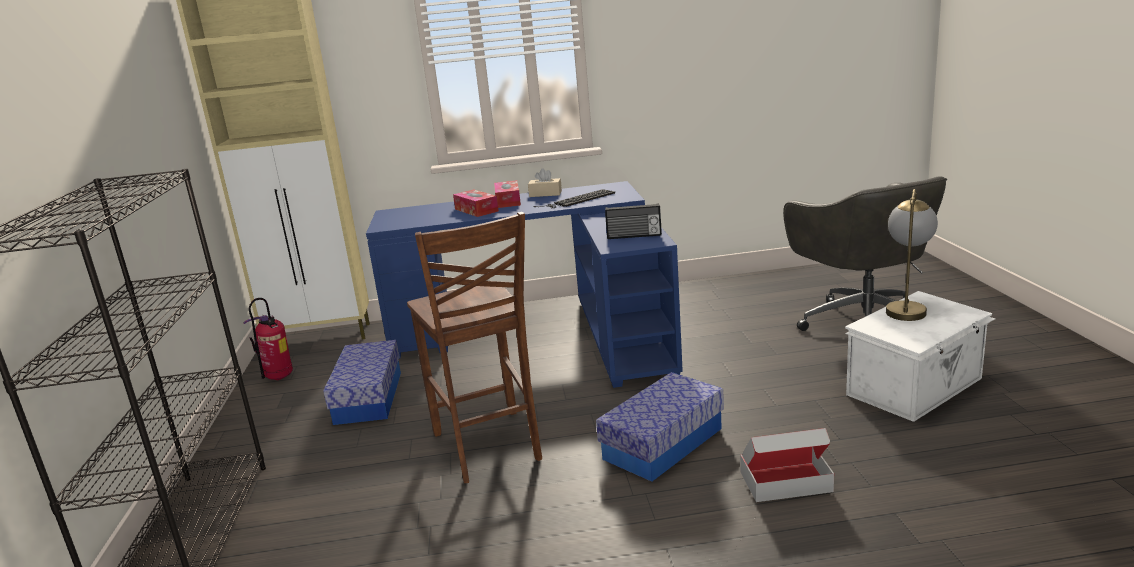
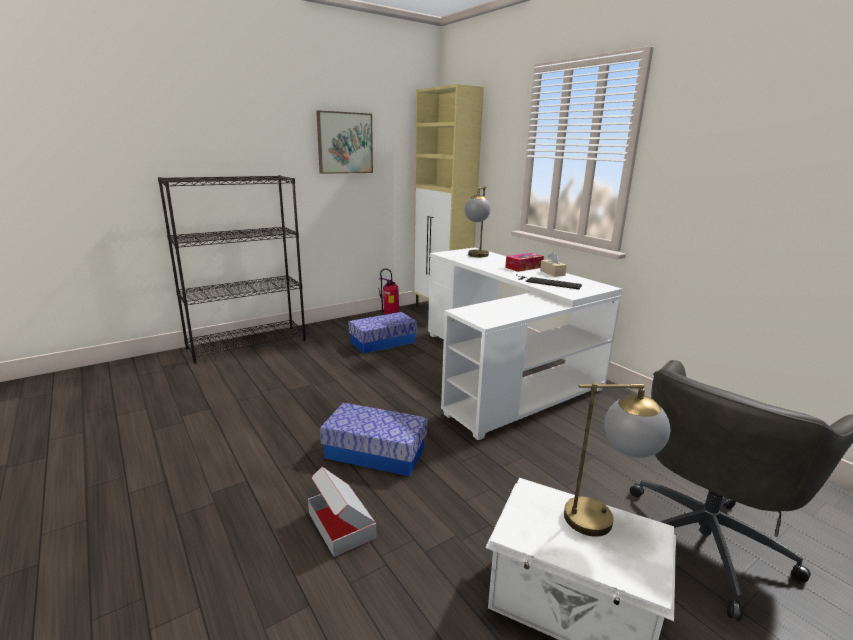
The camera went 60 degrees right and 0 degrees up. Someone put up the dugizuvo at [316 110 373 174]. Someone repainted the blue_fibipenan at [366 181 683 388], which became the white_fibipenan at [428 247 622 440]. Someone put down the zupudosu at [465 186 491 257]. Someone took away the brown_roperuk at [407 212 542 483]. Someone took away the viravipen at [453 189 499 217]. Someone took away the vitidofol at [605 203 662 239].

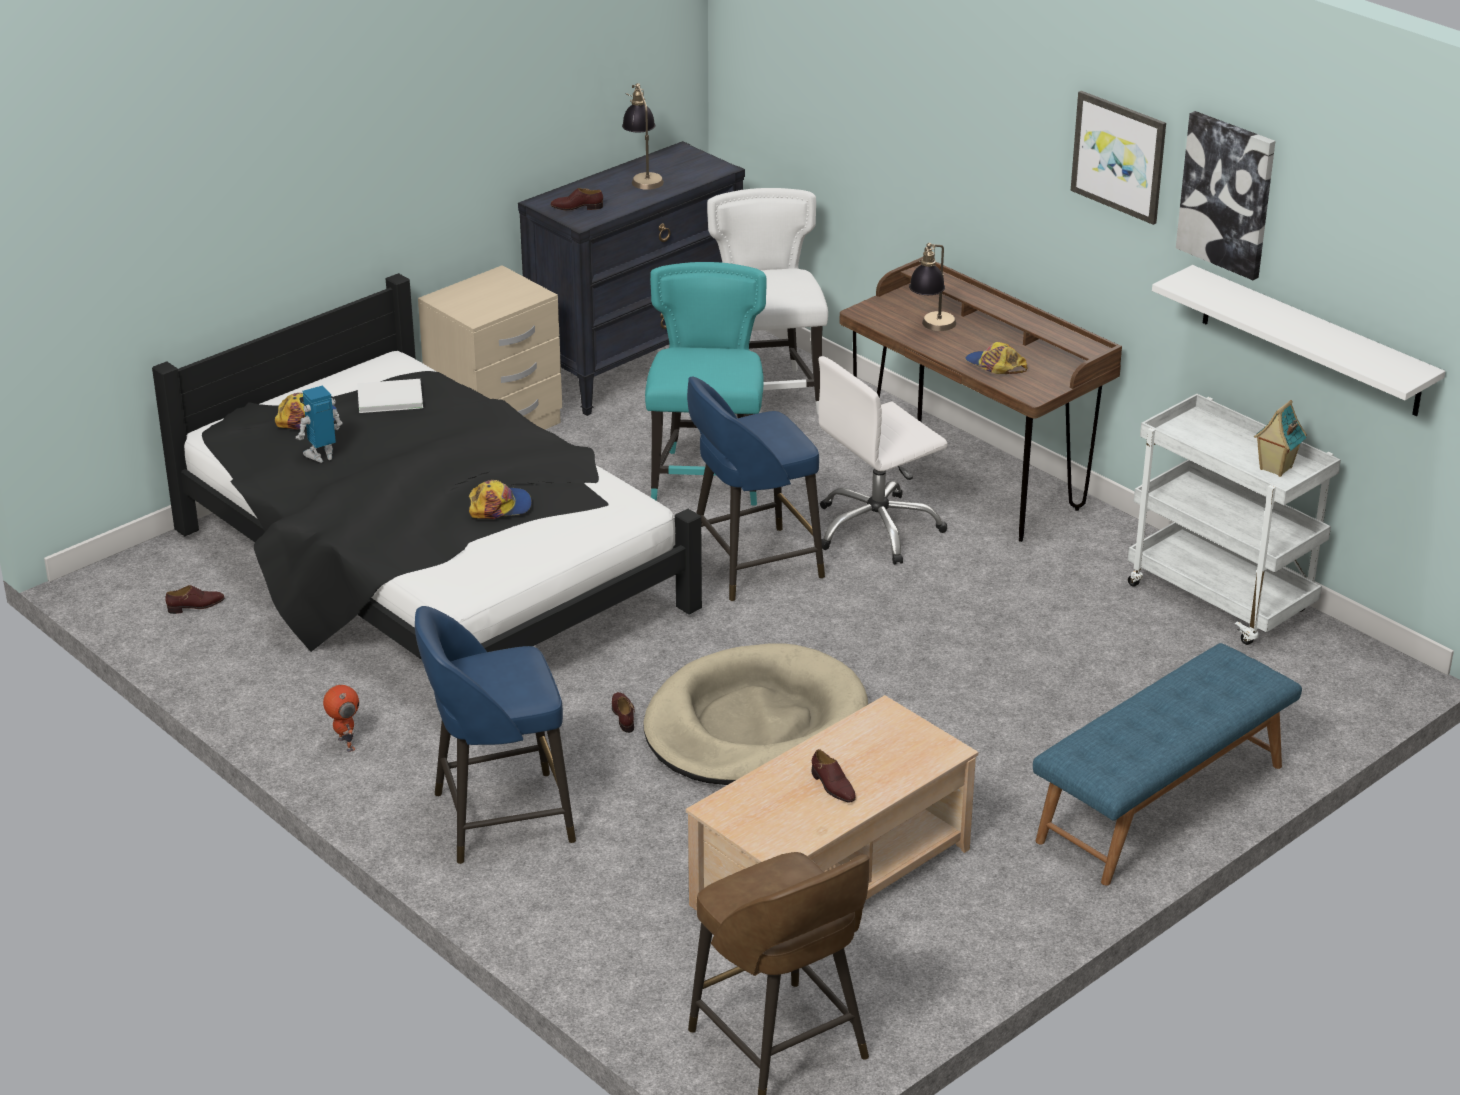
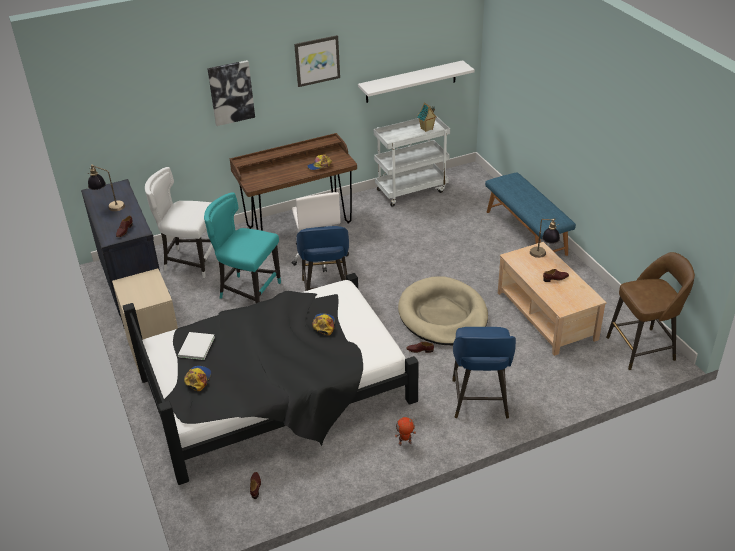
The camera went 70 degrees left and 5 degrees up. Someone carried the dugizuvo from [1176 111 1275 280] to [207 60 255 126]. Someone carried the zupudosu from [909 243 956 331] to [530 218 560 258]. Someone took away the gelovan at [296 385 343 463].

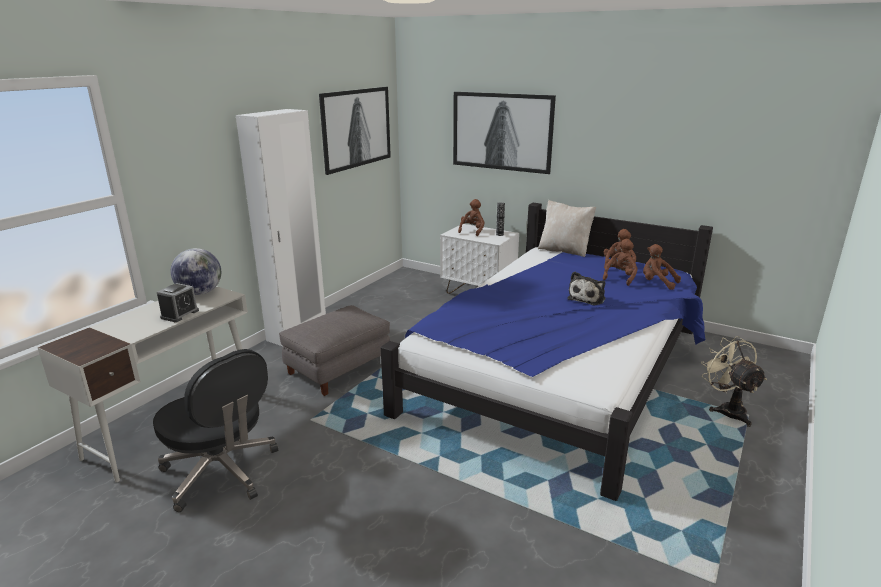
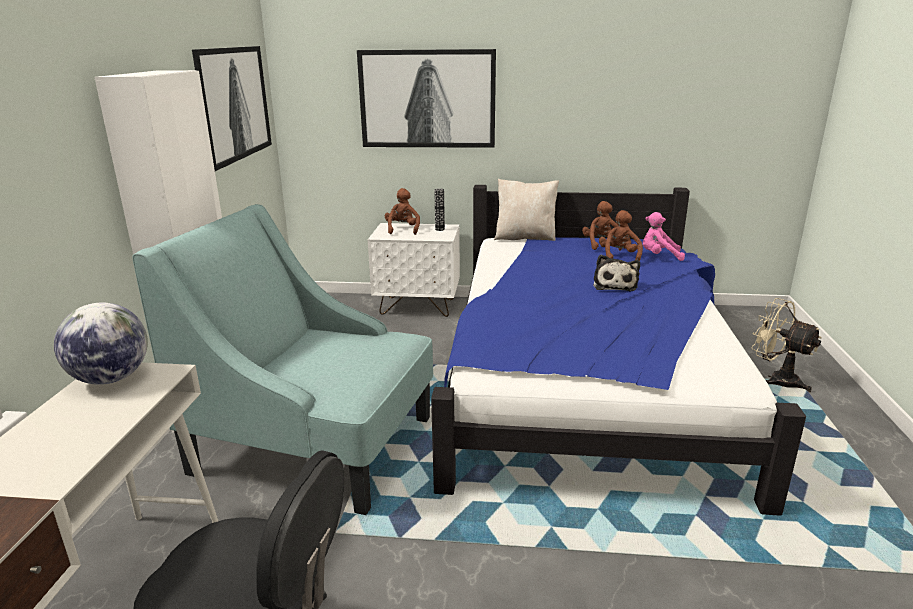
The camera went 25 degrees left and 0 degrees up. Someone swapped the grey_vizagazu at [279 305 390 396] for the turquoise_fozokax at [132 204 433 515]. Someone repainted the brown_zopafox at [643 244 681 290], which became the pink_zopafox at [643 212 685 261]. Someone took away the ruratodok at [157 283 199 322].

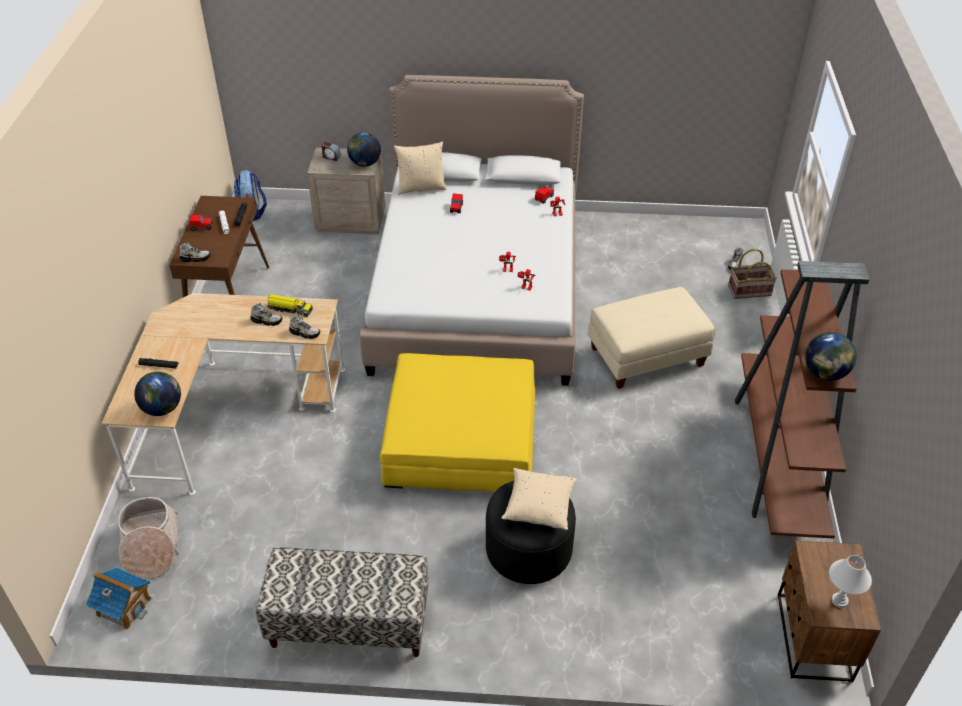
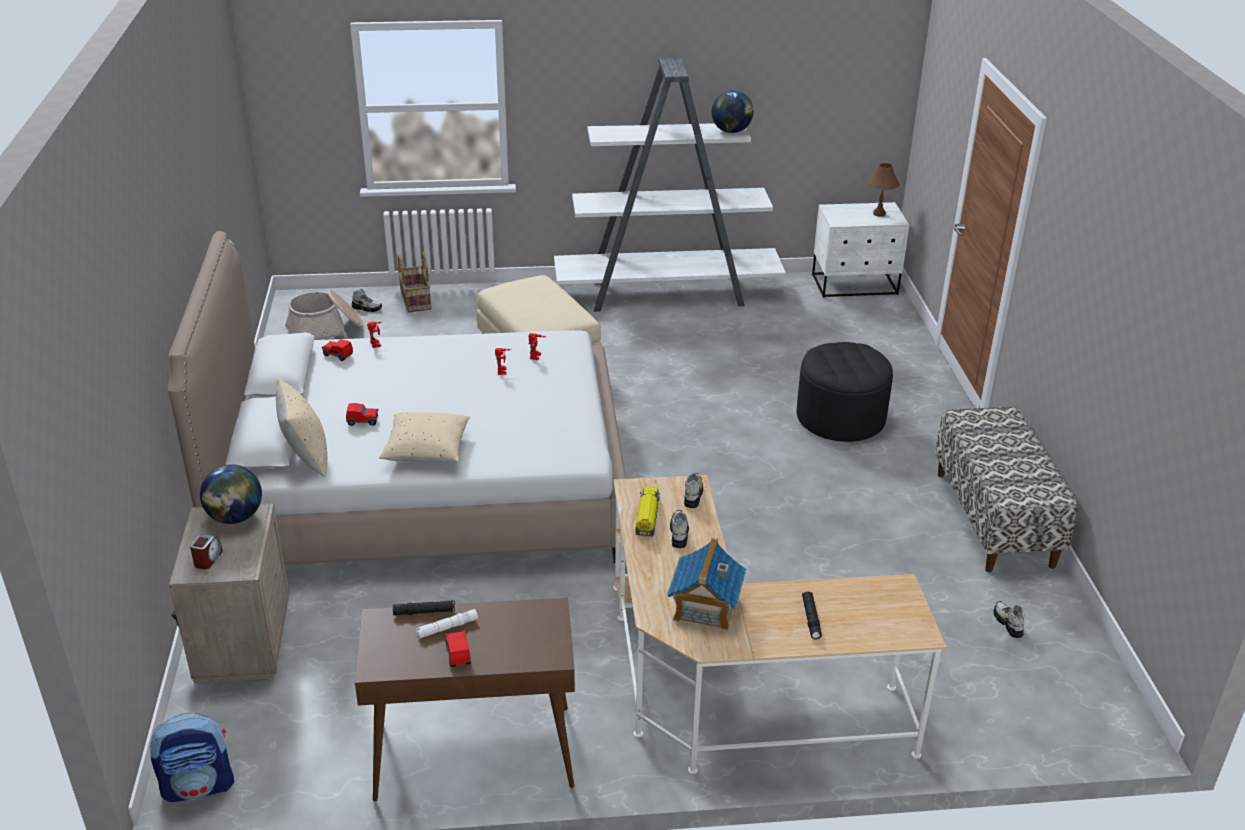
The camera went 100 degrees left and 10 degrees down. Someone carried the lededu from [118 497 180 579] to [285 290 364 340]. Someone carried the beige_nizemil from [502 468 577 530] to [379 412 470 462]. Someone repainted the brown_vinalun at [735 261 869 539], which became the white_vinalun at [554 57 786 312]. Someone carried the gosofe from [86 568 152 630] to [667 538 746 630]. Someone repainted the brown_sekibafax at [778 540 881 682], which became the white_sekibafax at [812 202 909 298]. Someone repainted the white_zupudosu at [829 555 872 608], which became the brown_zupudosu at [868 163 900 217]. Someone carried the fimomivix from [179 242 211 262] to [993 601 1025 638]. Someone took away the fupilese at [134 372 181 416]. Someone took away the yellow_vizagazu at [380 353 535 492].

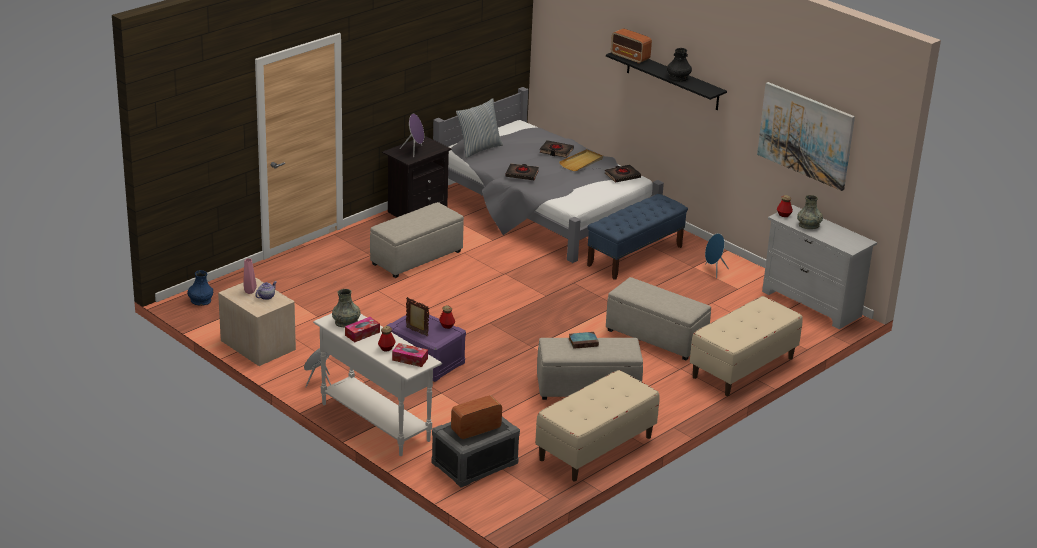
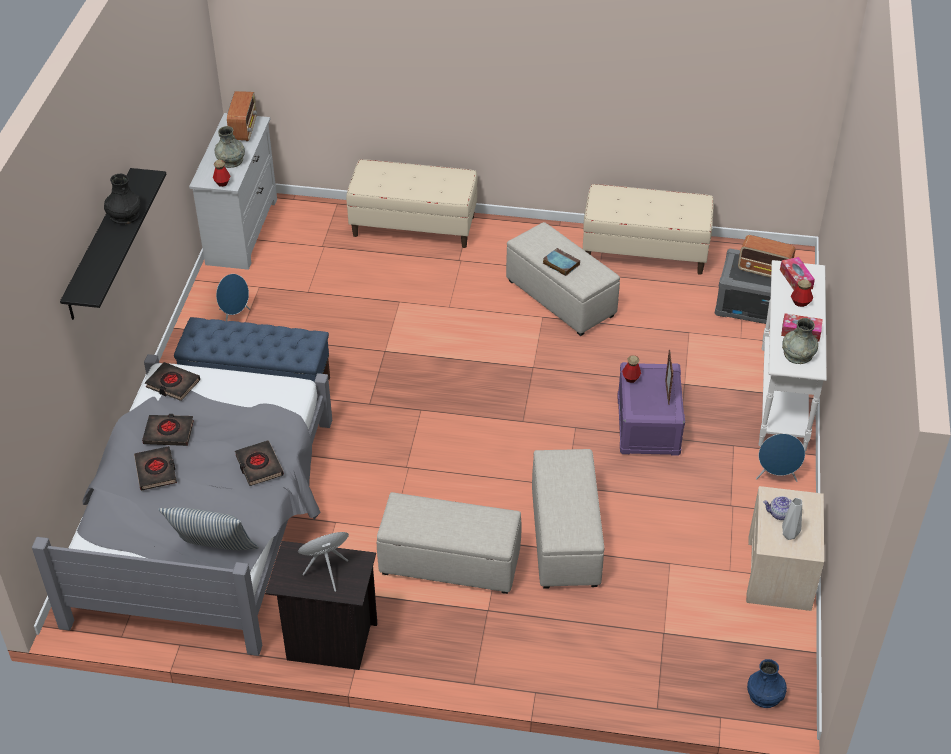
The camera went 125 degrees left and 15 degrees up. Someone swapped the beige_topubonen at [559 149 603 171] for the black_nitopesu at [142 414 194 446]. Someone carried the vitidofol from [611 28 652 64] to [227 91 257 141]. Someone carried the beige_vizagazu from [606 277 711 360] to [532 449 604 589]. Someone repainted the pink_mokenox at [243 258 257 294], which became the grey_mokenox at [782 498 802 540]. Someone took away the dugizuvo at [757 82 855 191].

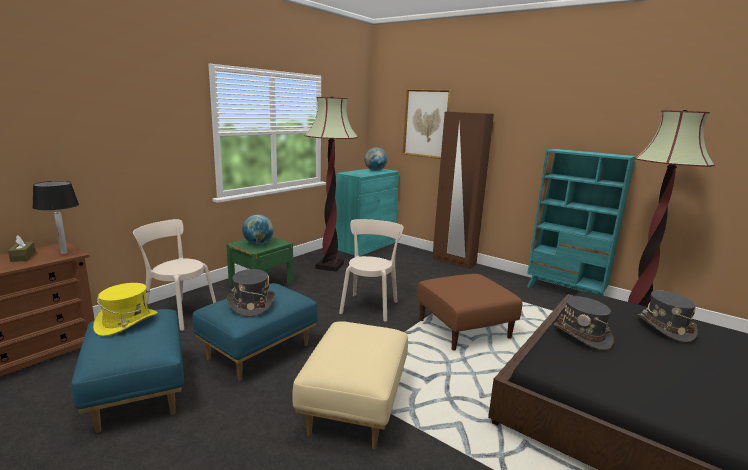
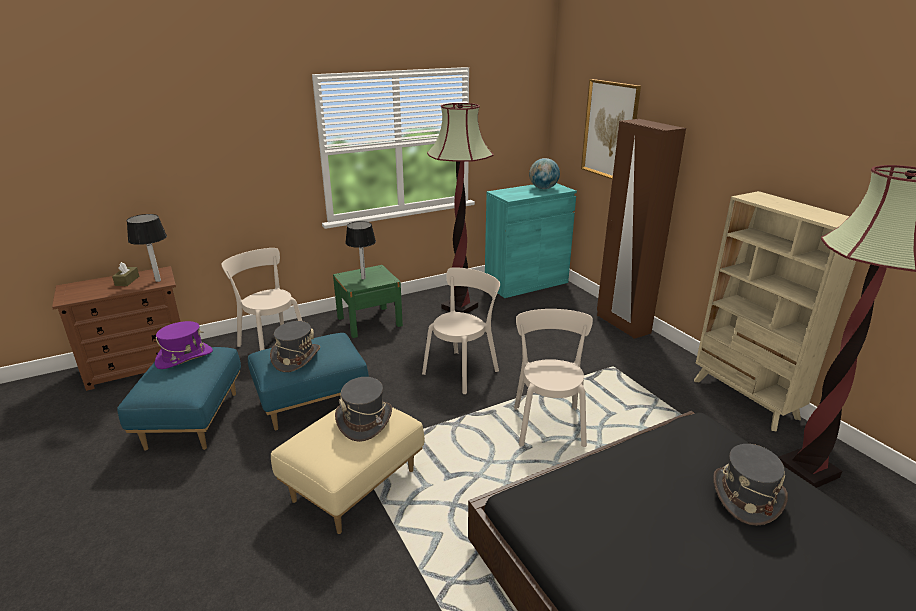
The camera went 25 degrees right and 10 degrees up. Someone repainted the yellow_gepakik at [93 283 158 336], which became the purple_gepakik at [155 321 213 369]. Someone carried the grey_gepakik from [554 296 614 351] to [335 377 392 442]. Someone swapped the fupilese at [242 215 274 245] for the zupudosu at [345 221 376 279]. Someone swapped the brown_vizagazu at [417 274 522 351] for the beige_roperuk at [514 309 593 447]. Someone repainted the turquoise_vinalun at [527 149 636 296], which became the beige_vinalun at [694 191 856 432].

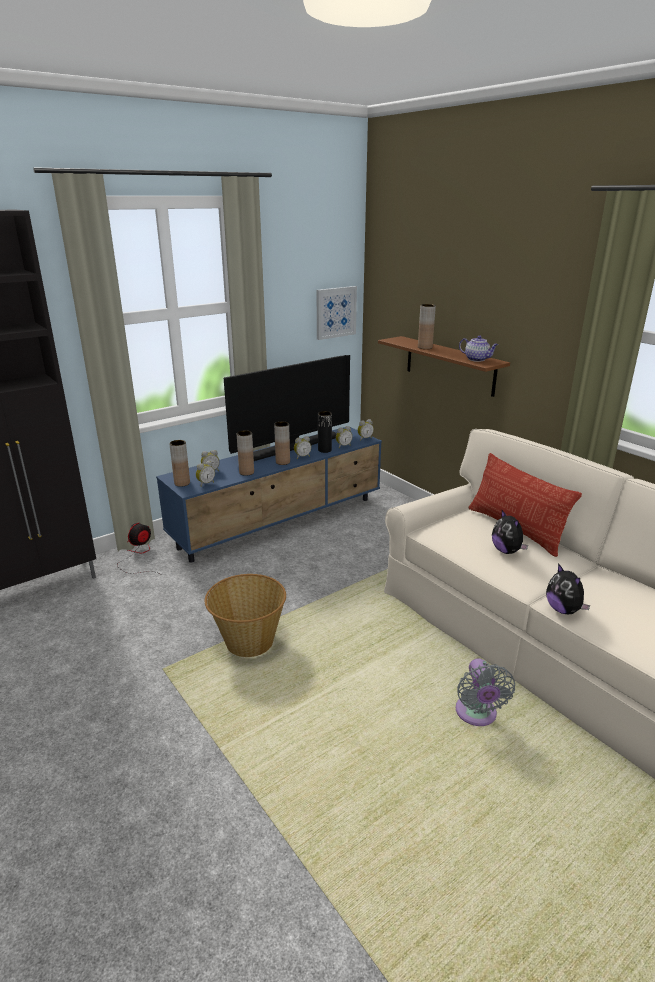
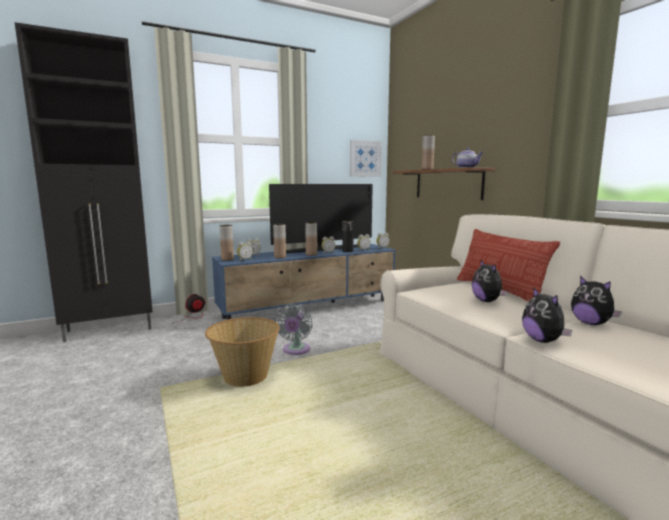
The camera went 10 degrees right and 15 degrees down. Someone carried the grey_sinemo from [455 658 515 726] to [274 304 313 355]. Someone put down the zopafox at [571 276 622 325].

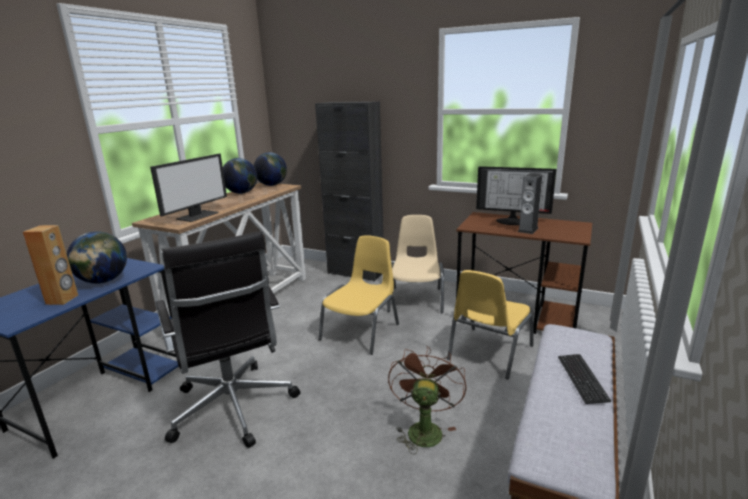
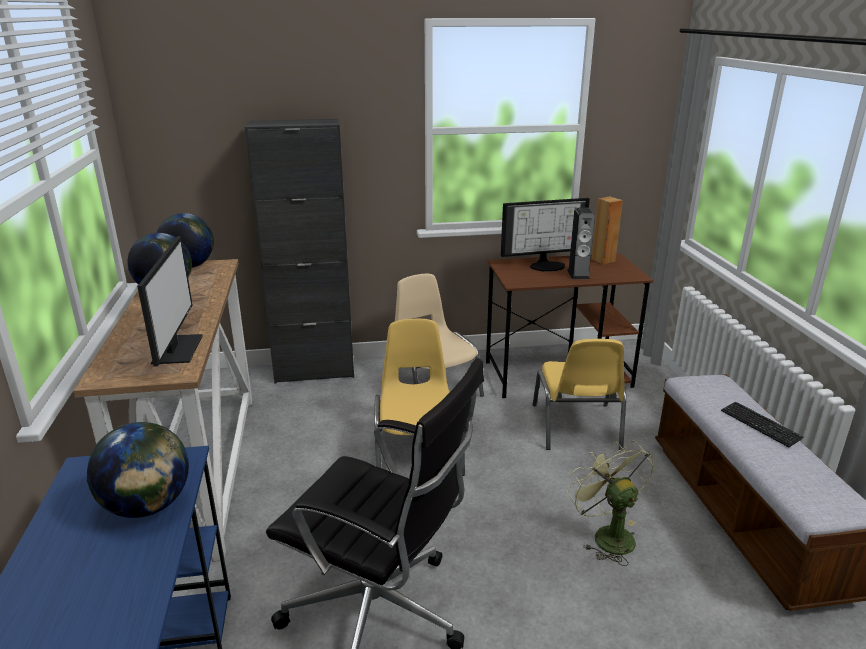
The camera went 35 degrees left and 5 degrees up. Someone repainted the brown_sinemo at [388 346 467 454], which became the green_sinemo at [567 440 654 566]. Someone carried the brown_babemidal from [23 225 78 305] to [591 197 623 264].

